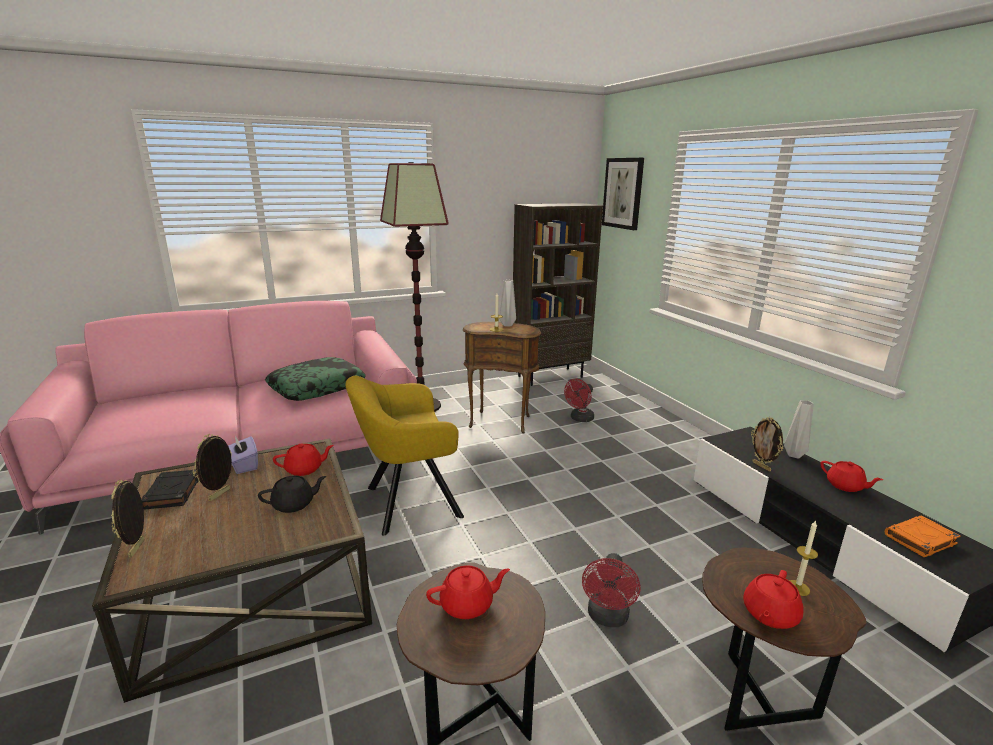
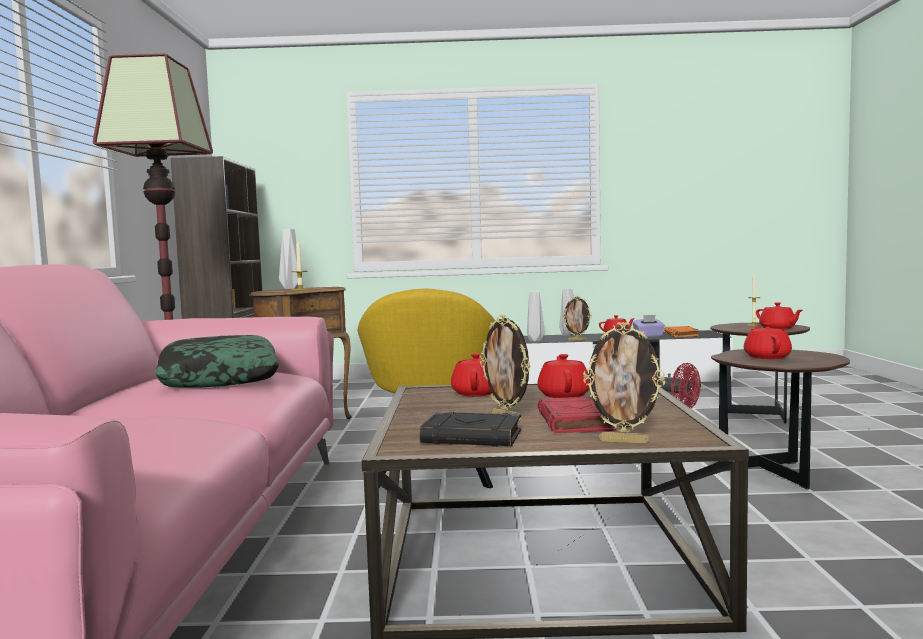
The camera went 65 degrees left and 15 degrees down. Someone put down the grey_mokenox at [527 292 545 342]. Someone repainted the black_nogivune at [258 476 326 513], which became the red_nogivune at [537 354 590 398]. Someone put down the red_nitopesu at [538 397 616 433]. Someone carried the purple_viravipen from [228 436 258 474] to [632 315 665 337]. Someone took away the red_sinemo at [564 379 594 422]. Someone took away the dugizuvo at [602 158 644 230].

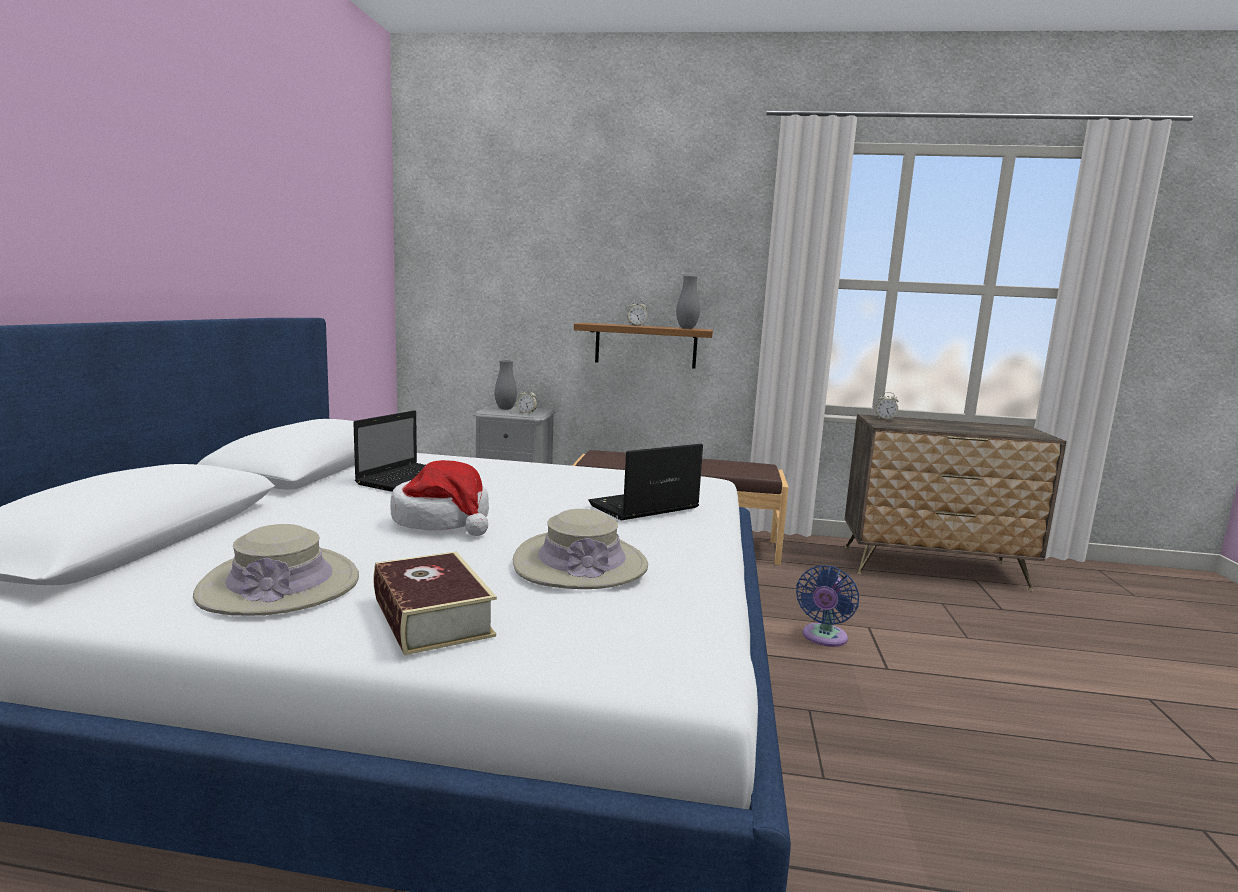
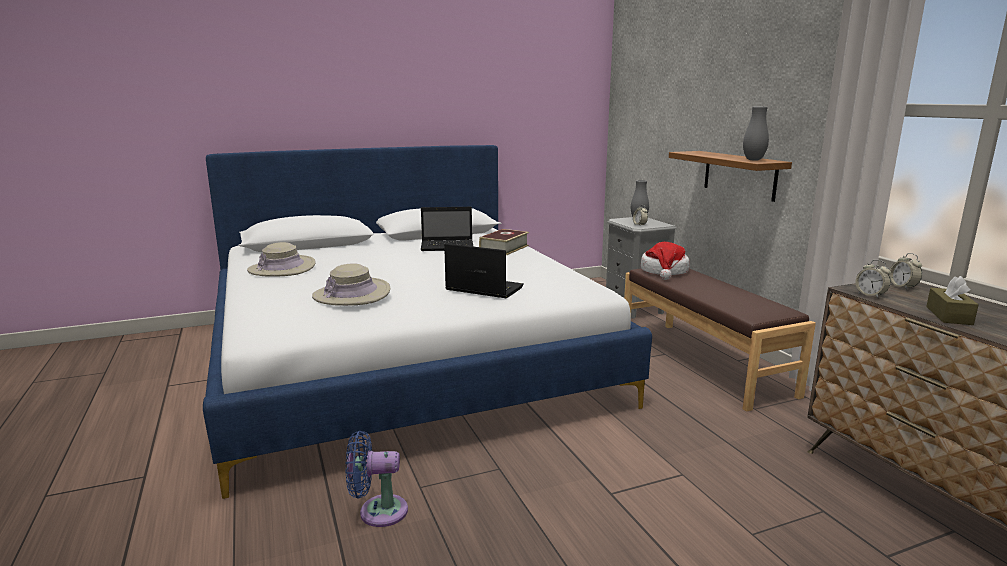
The camera went 60 degrees right and 5 degrees up. Someone carried the blue_sinemo from [796 565 859 647] to [346 431 408 527]. Someone carried the nitopesu from [374 551 497 655] to [479 229 529 255]. Someone carried the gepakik from [390 460 489 536] to [641 242 689 280]. Someone carried the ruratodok from [627 300 647 326] to [855 260 891 298]. Someone put down the brown_viravipen at [926 276 978 325].

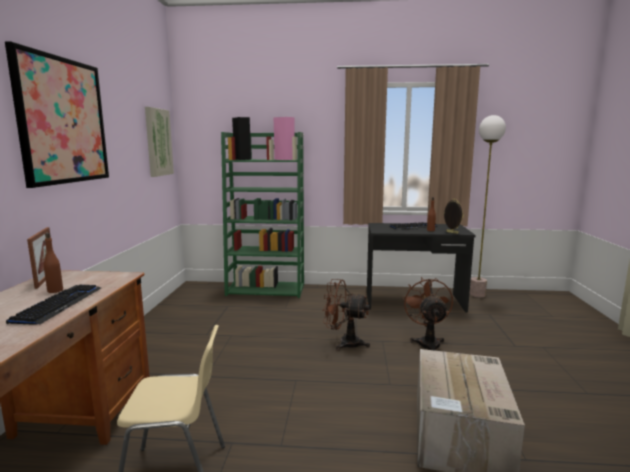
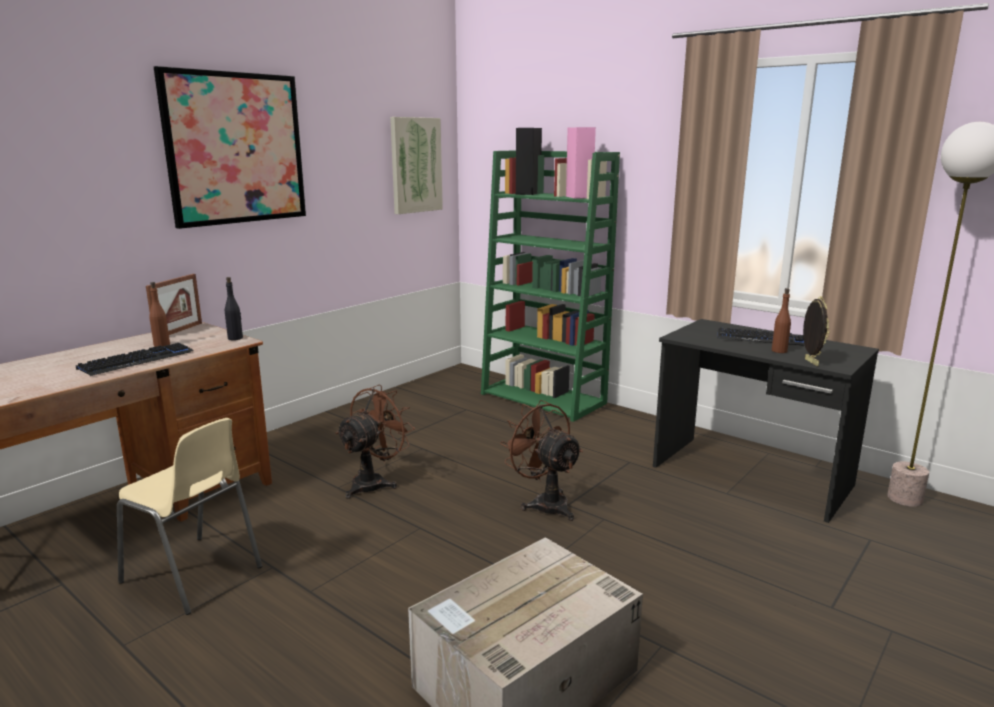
The camera went 35 degrees right and 5 degrees up. Someone put down the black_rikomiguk at [225 277 243 340]. Someone carried the brown_sinemo from [403 277 453 351] to [335 385 415 499].

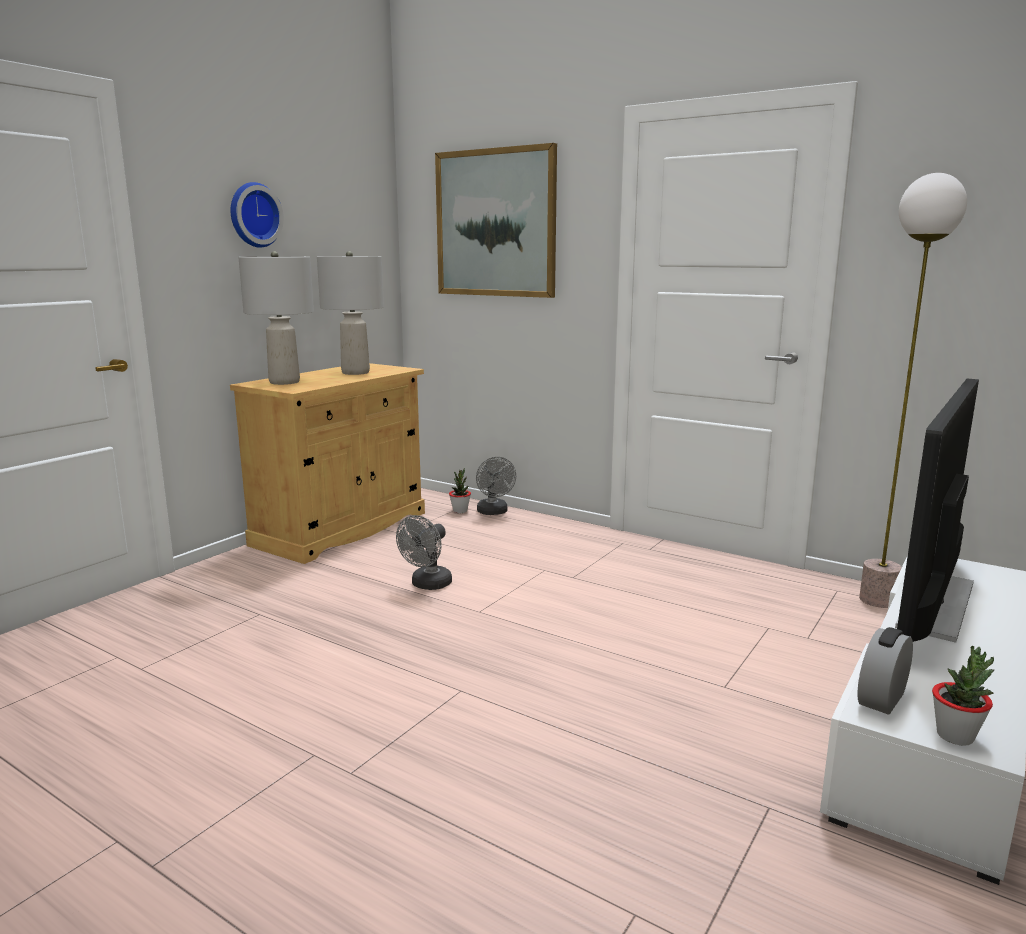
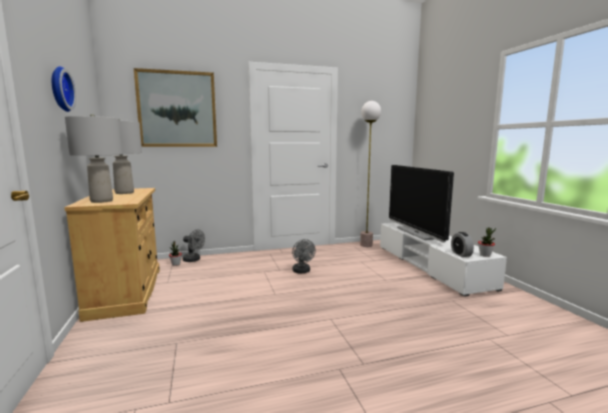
The camera went 50 degrees left and 5 degrees down. Someone carried the grey_sinemo from [396 515 452 590] to [292 239 316 273].

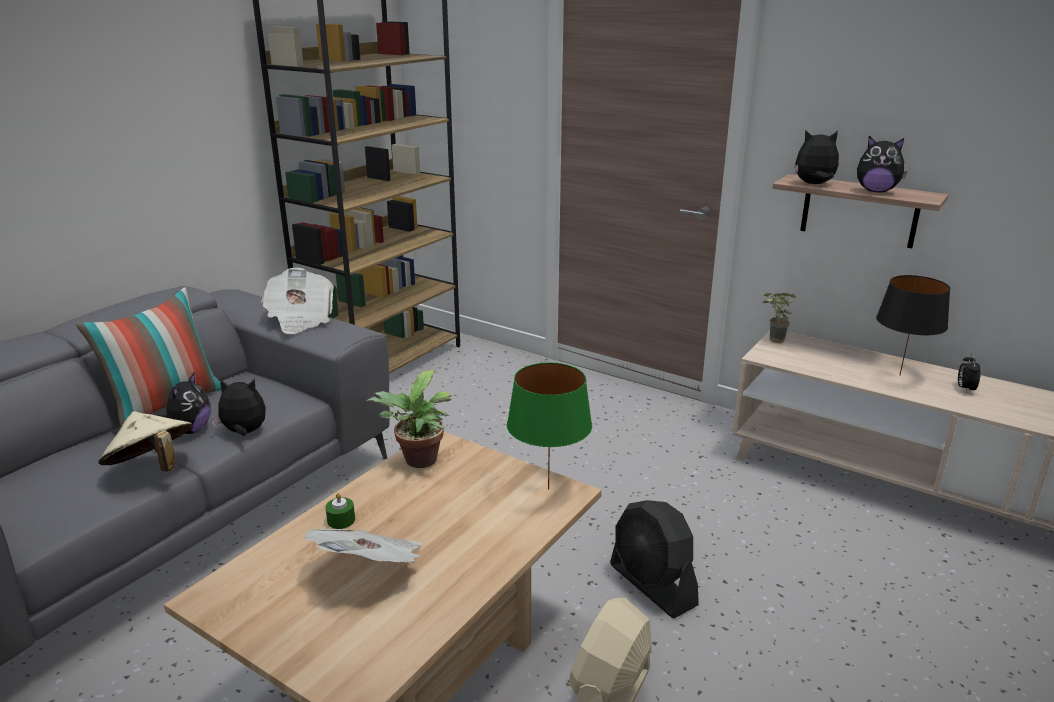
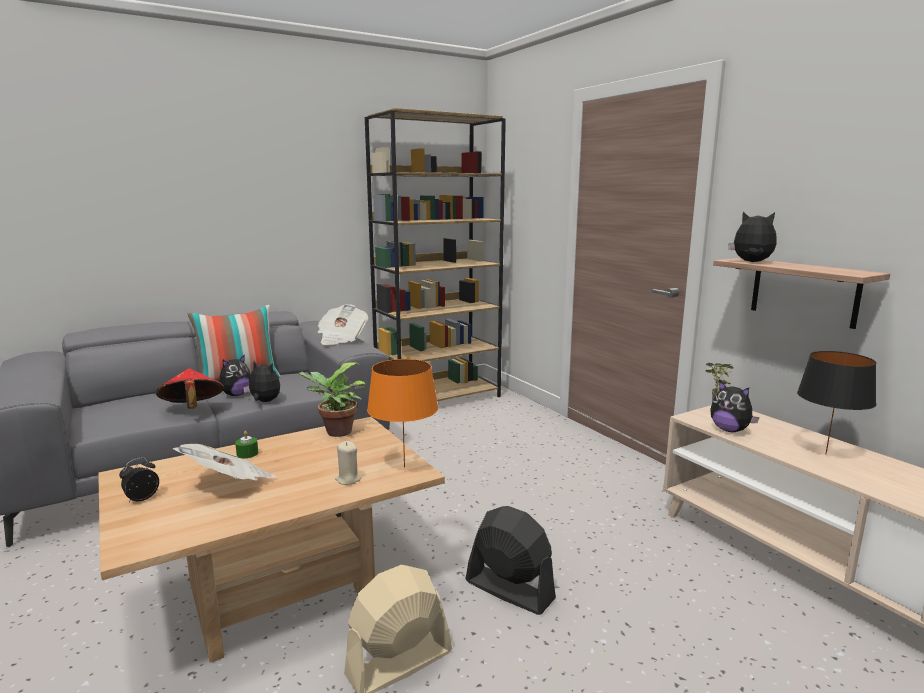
The camera went 25 degrees right and 10 degrees down. Someone carried the ruratodok from [958 354 981 393] to [119 457 159 502]. Someone repainted the beige_gepakik at [98 411 193 471], which became the red_gepakik at [156 368 224 409]. Someone put down the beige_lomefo at [335 441 361 485]. Someone repainted the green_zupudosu at [507 363 592 490], which became the orange_zupudosu at [367 359 438 468]. Someone rotated the black_sinemo at [610 500 699 618] by 135 degrees clockwise. Someone carried the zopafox from [857 136 907 192] to [710 381 760 432].

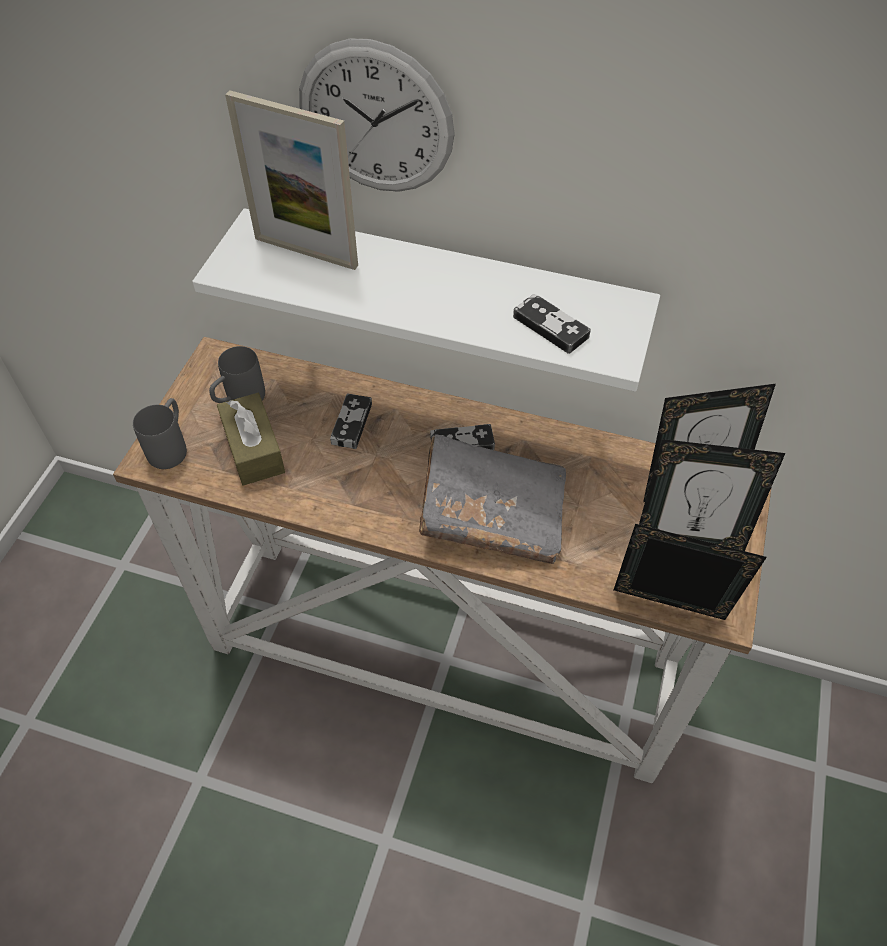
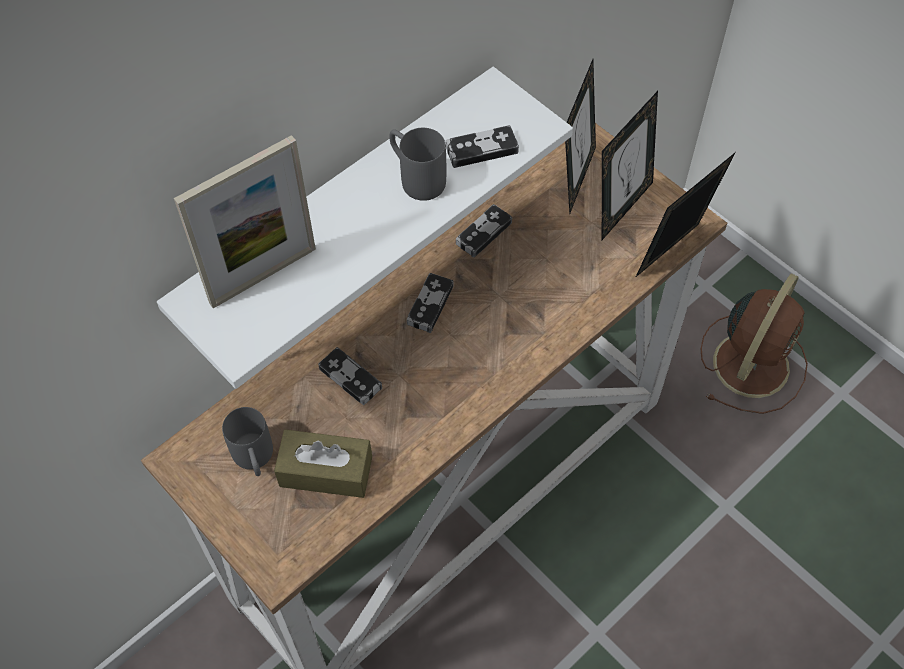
The camera went 60 degrees left and 5 degrees up. Someone carried the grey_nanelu from [133 398 187 469] to [389 128 446 201]. Someone put down the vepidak at [456 204 512 258]. Someone put down the brown_sinemo at [701 273 808 414]. Someone took away the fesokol at [299 39 455 192]. Someone took away the grey_nitopesu at [419 434 566 564].

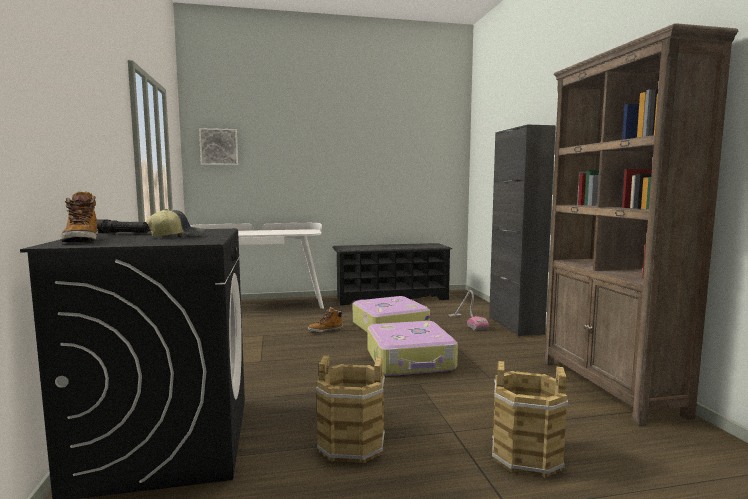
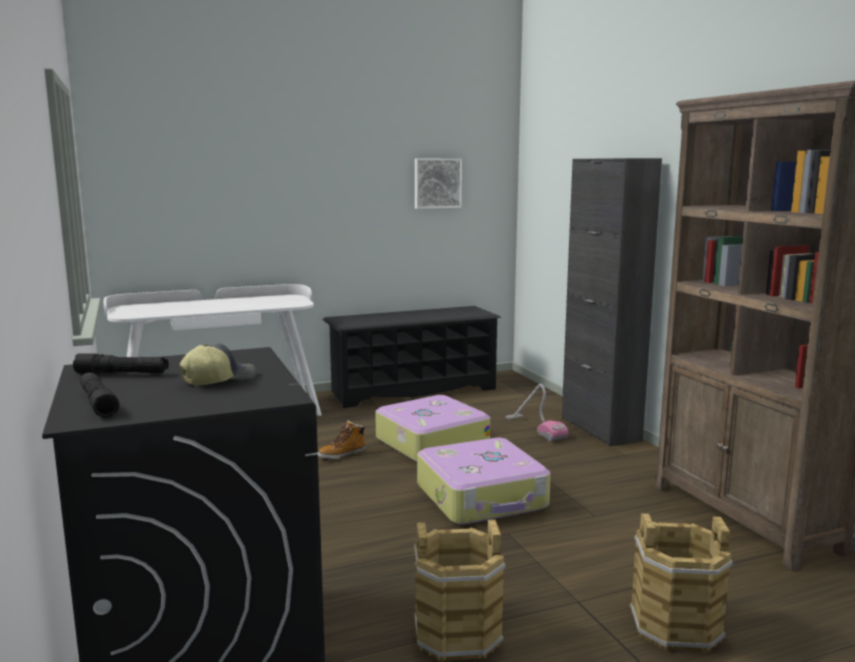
The camera went 10 degrees left and 5 degrees up. Someone swapped the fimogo at [60 191 98 242] for the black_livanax at [80 372 120 418]. Someone carried the dugizuvo from [199 128 238 165] to [415 159 462 209].

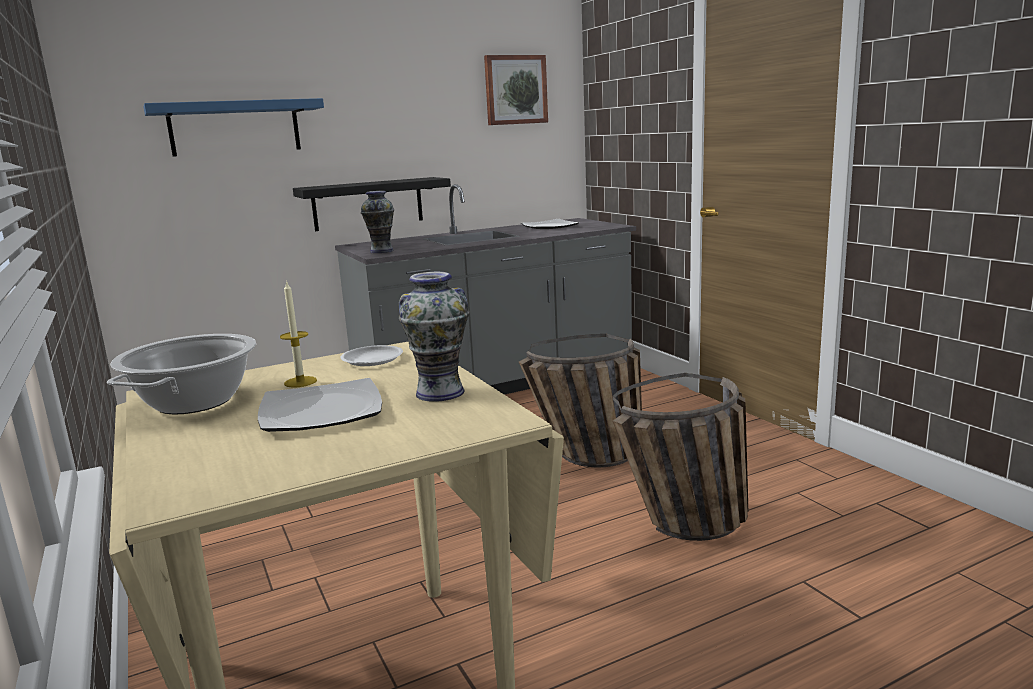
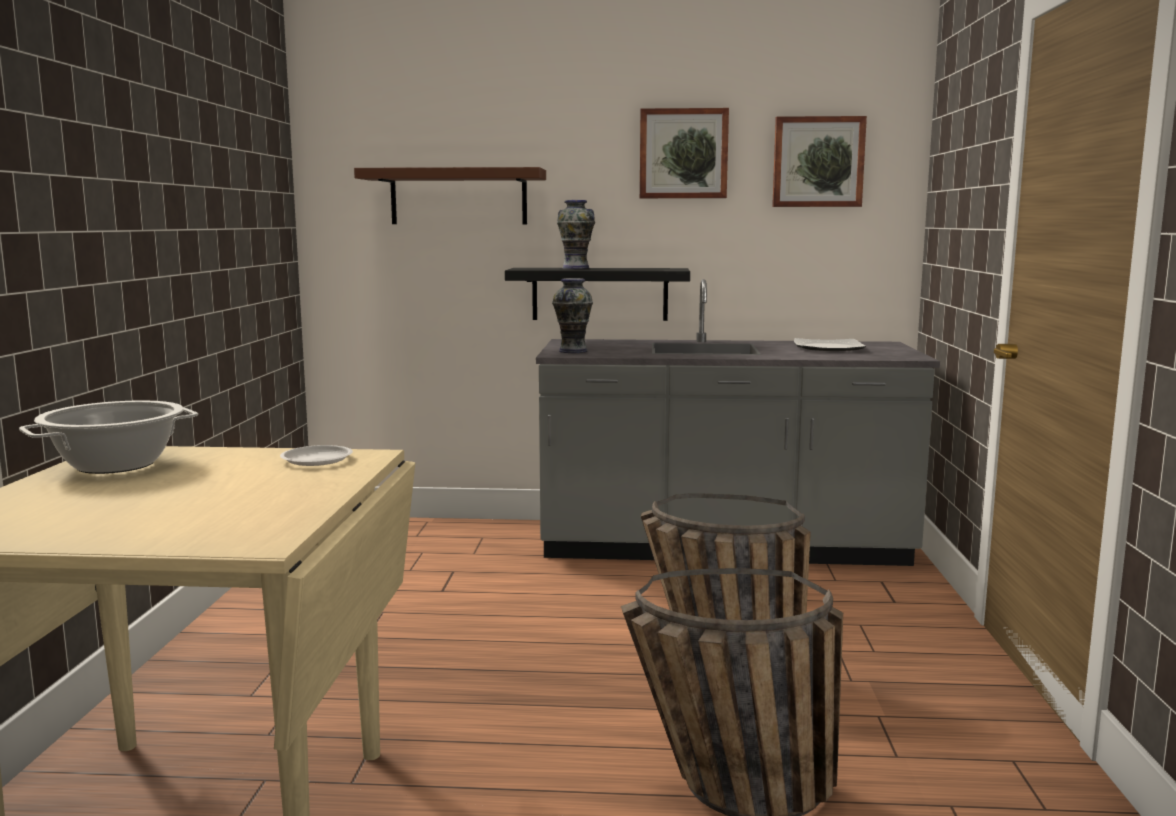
The camera went 30 degrees right and 5 degrees down. Someone repainted the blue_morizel at [143 98 324 157], which became the brown_morizel at [354 167 546 224]. Someone carried the mokenox from [398 272 470 402] to [557 200 595 269]. Someone put up the dugizuvo at [640 108 729 198]. Someone took away the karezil at [258 378 382 432]. Someone took away the lomefo at [280 280 317 388].

